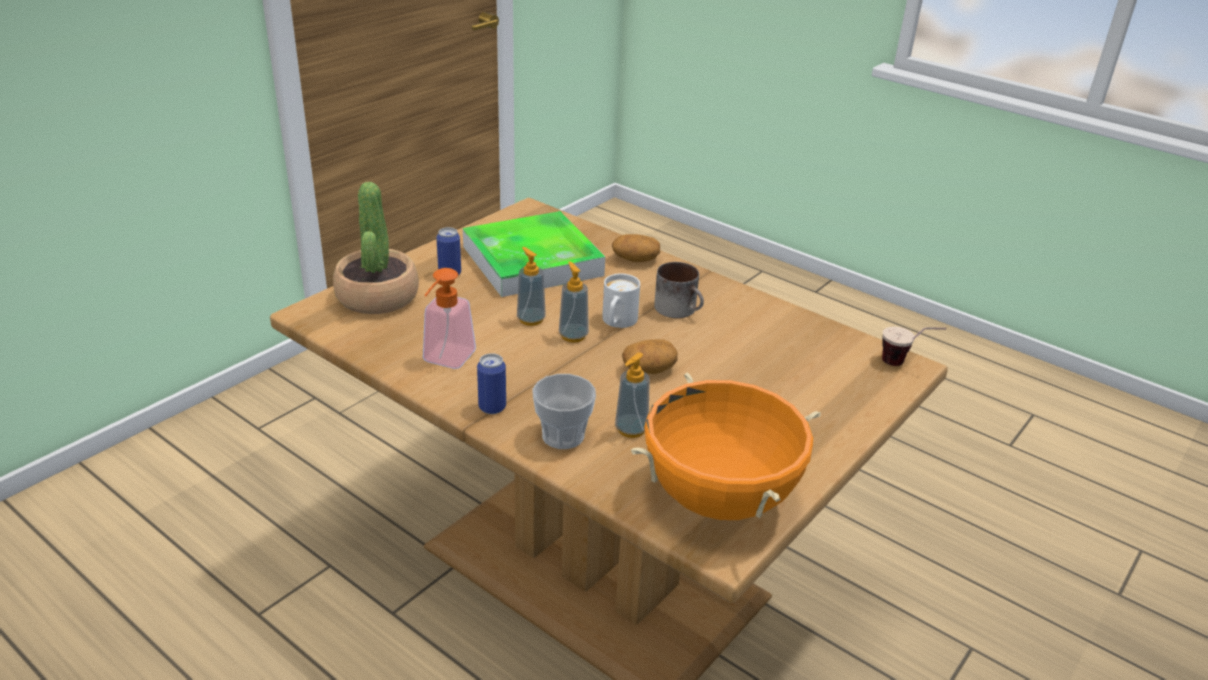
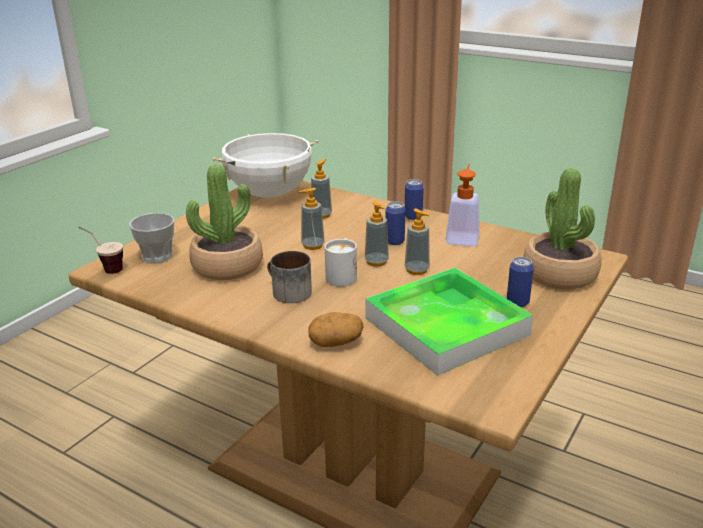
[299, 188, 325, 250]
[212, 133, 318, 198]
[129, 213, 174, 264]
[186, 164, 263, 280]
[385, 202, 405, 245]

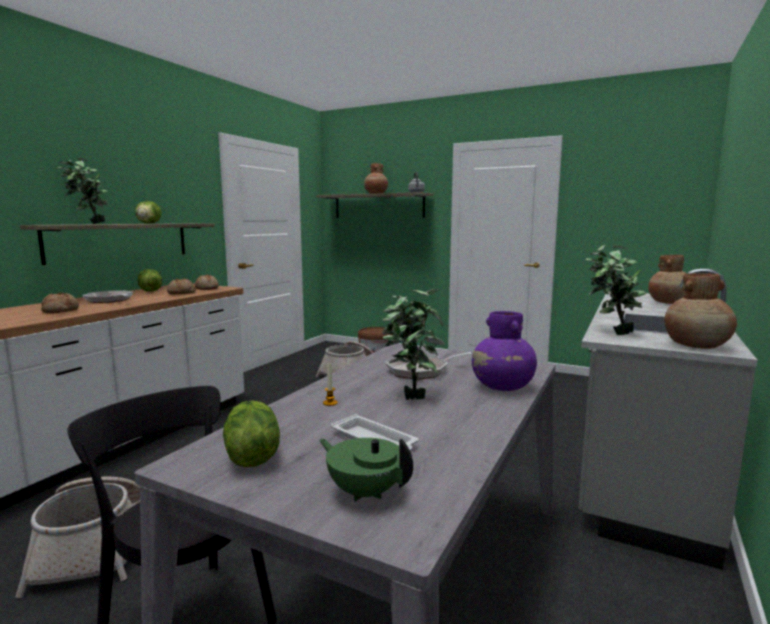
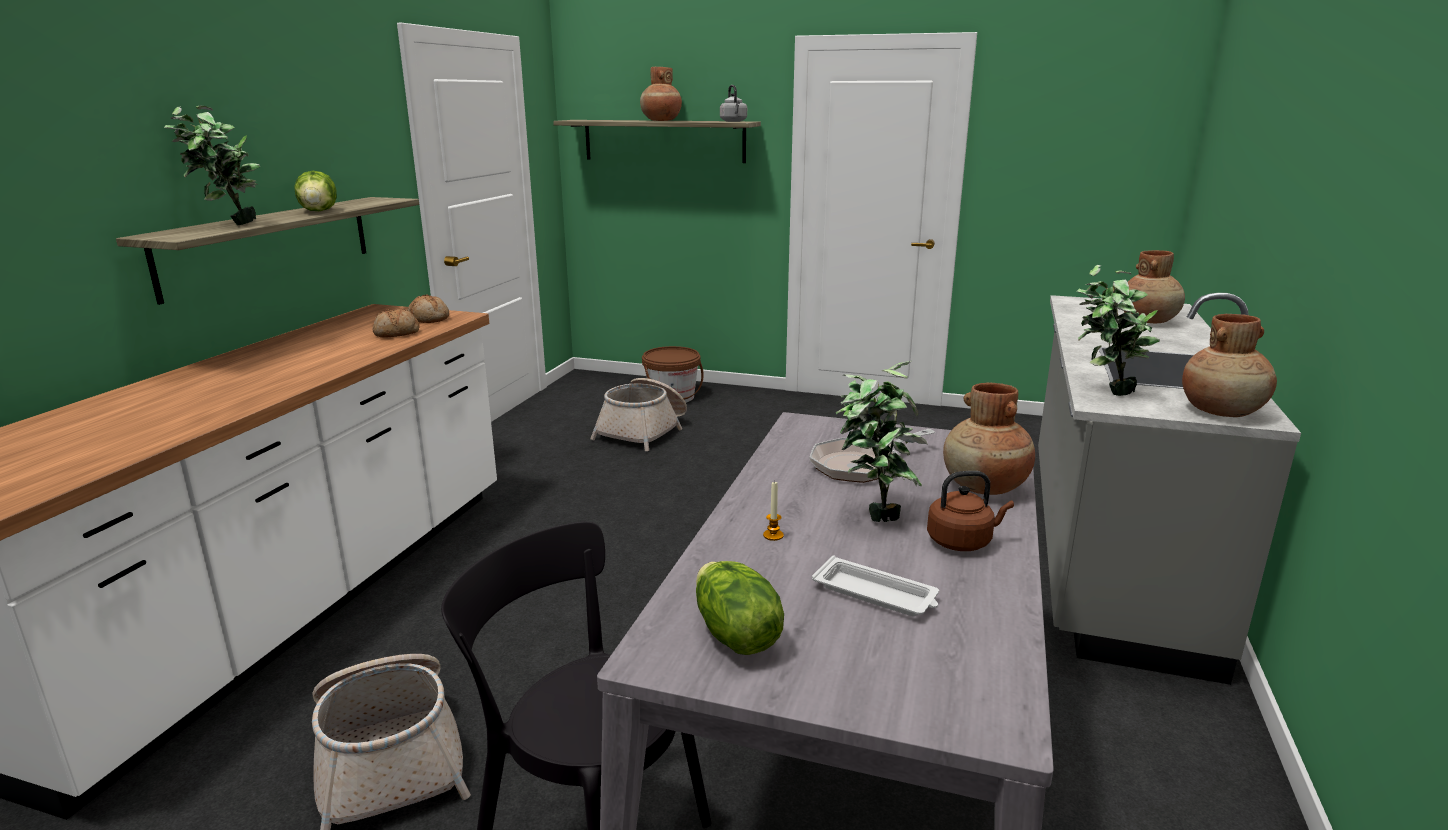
[138, 269, 162, 292] (first image)
[83, 290, 133, 303] (first image)
[41, 293, 79, 313] (first image)
[943, 383, 1035, 495]
[319, 438, 413, 502] (first image)
[927, 471, 1014, 551]

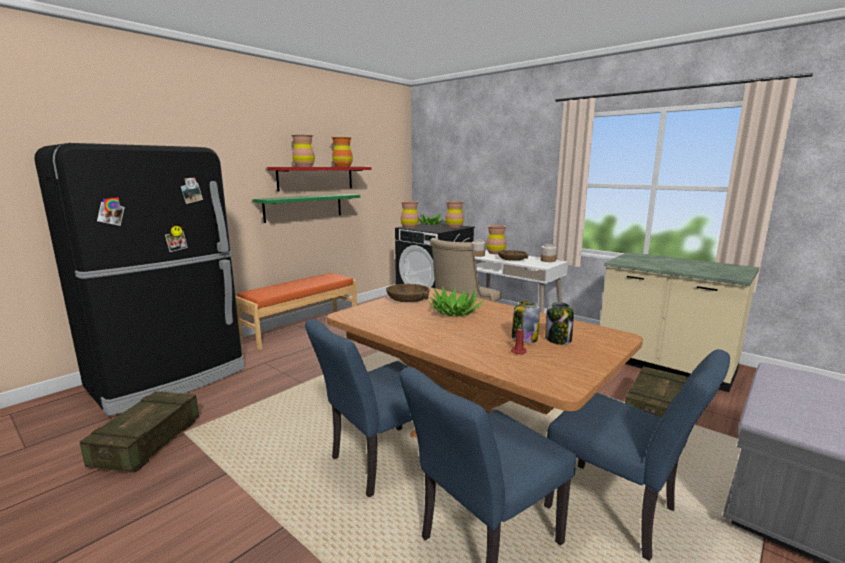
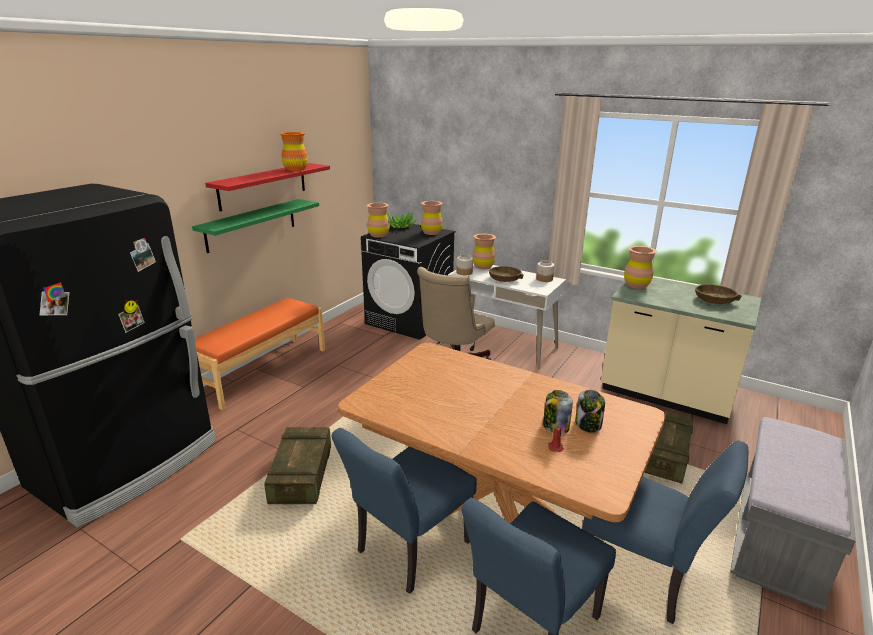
[624, 246, 657, 289]
[695, 284, 741, 304]
[428, 286, 484, 317] (first image)
[264, 427, 331, 504]

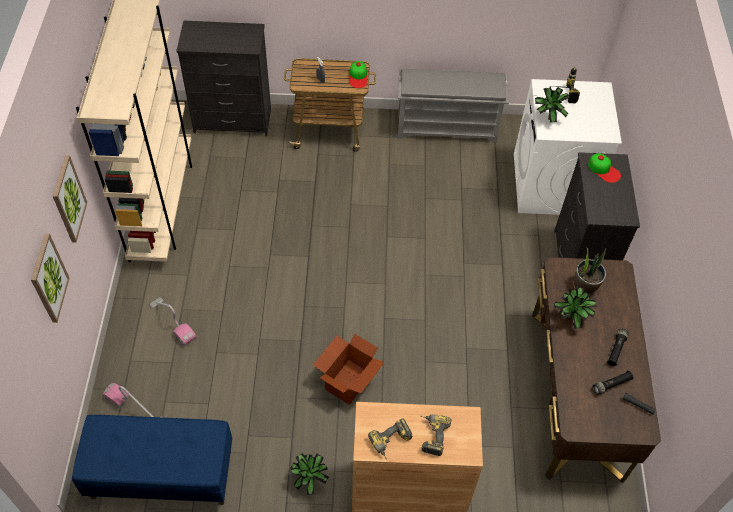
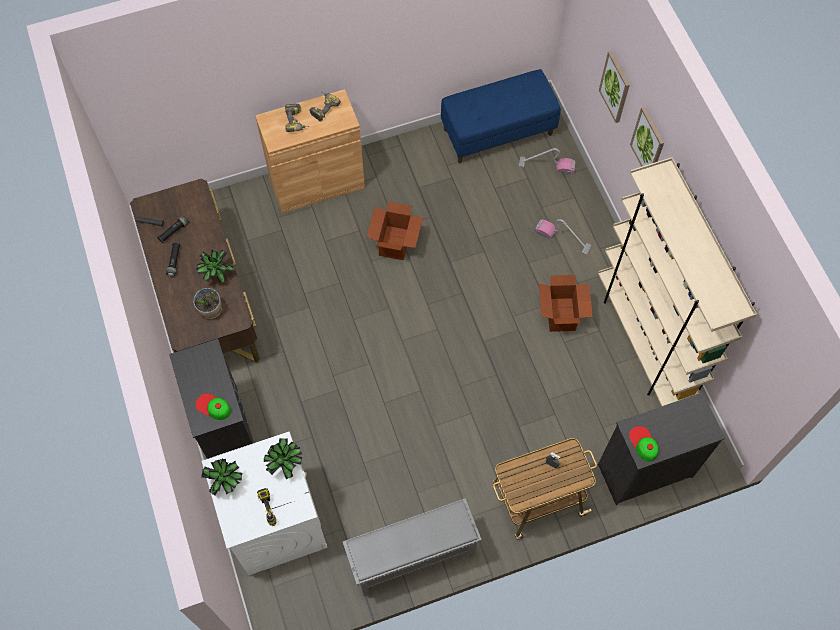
[629, 426, 659, 462]
[201, 459, 242, 495]
[539, 275, 593, 332]

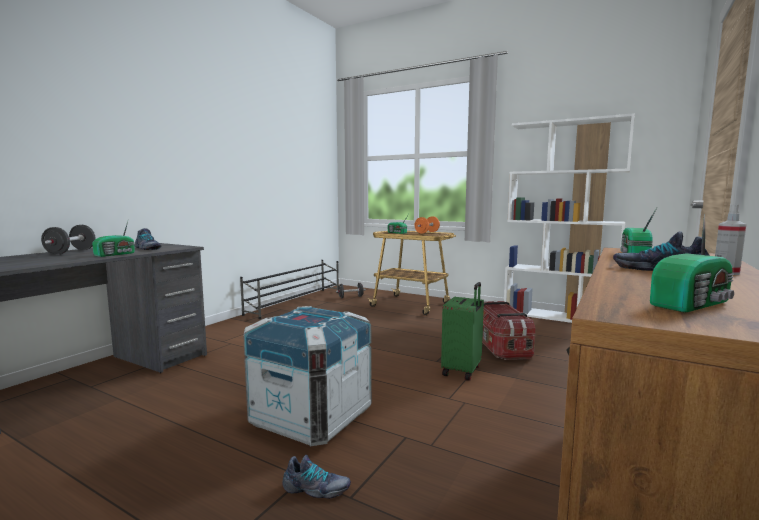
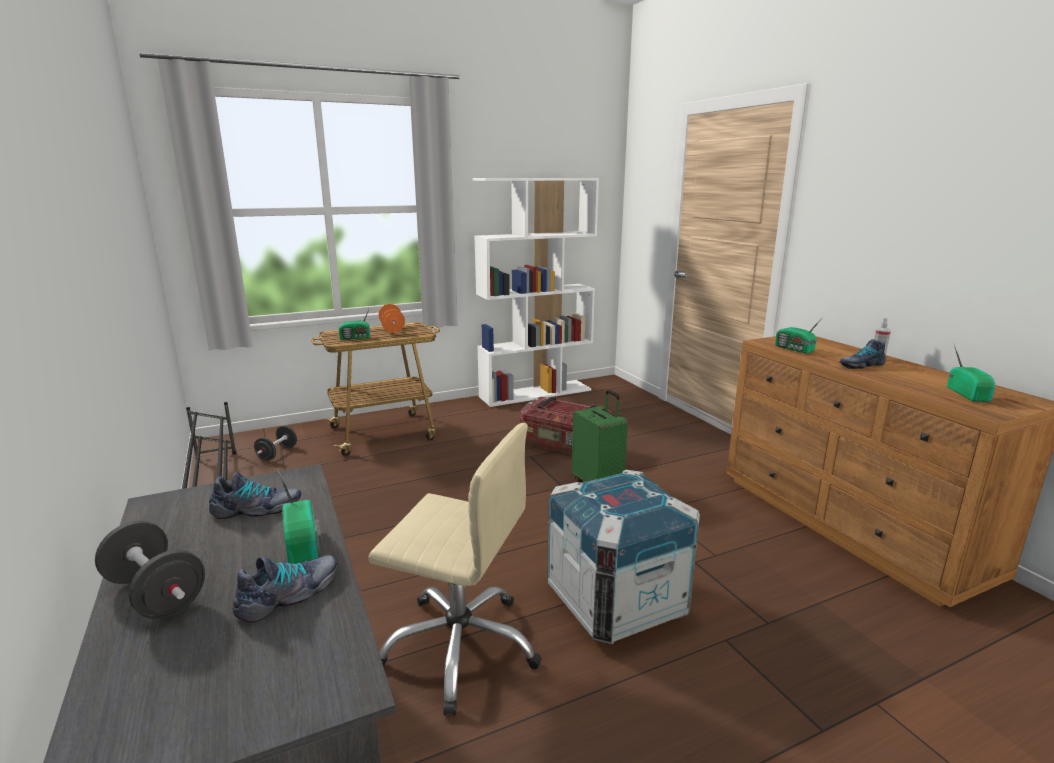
[232, 555, 338, 623]
[368, 423, 542, 716]

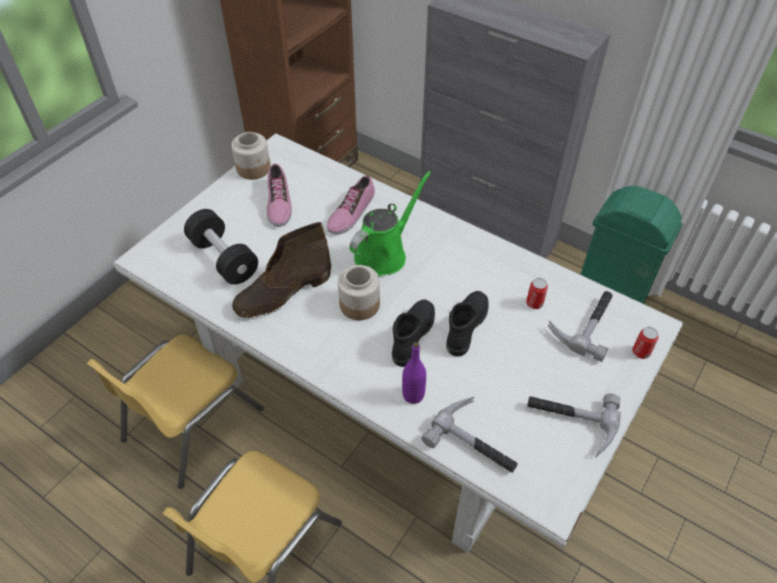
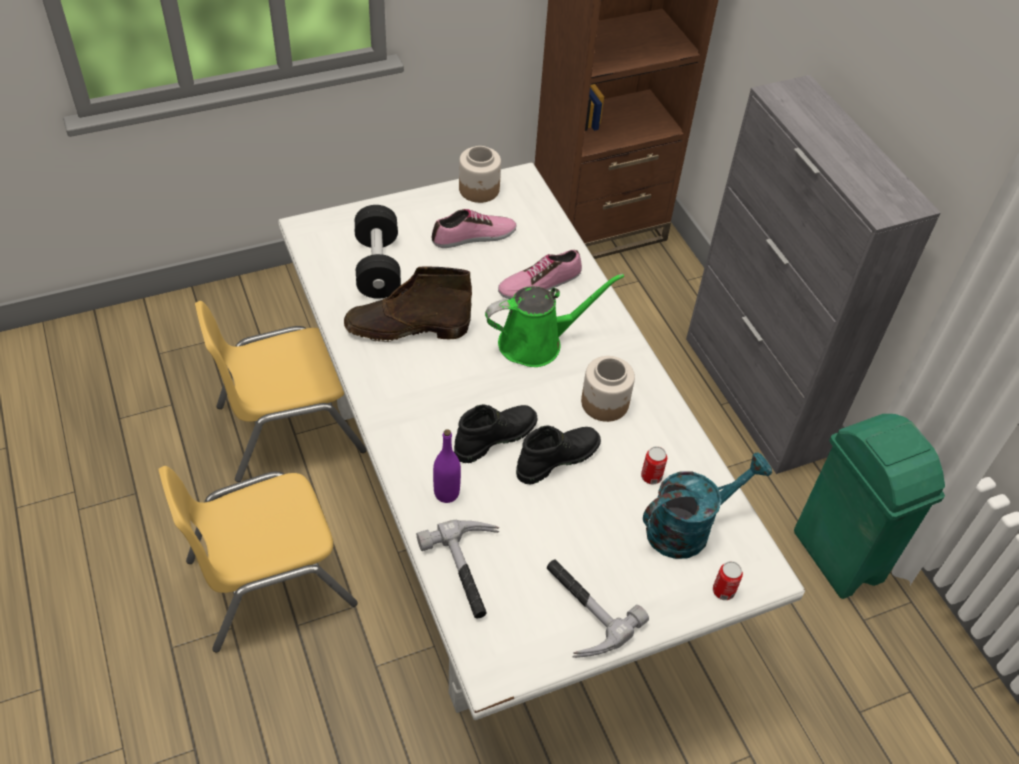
[432, 209, 516, 248]
[581, 356, 635, 422]
[643, 452, 772, 559]

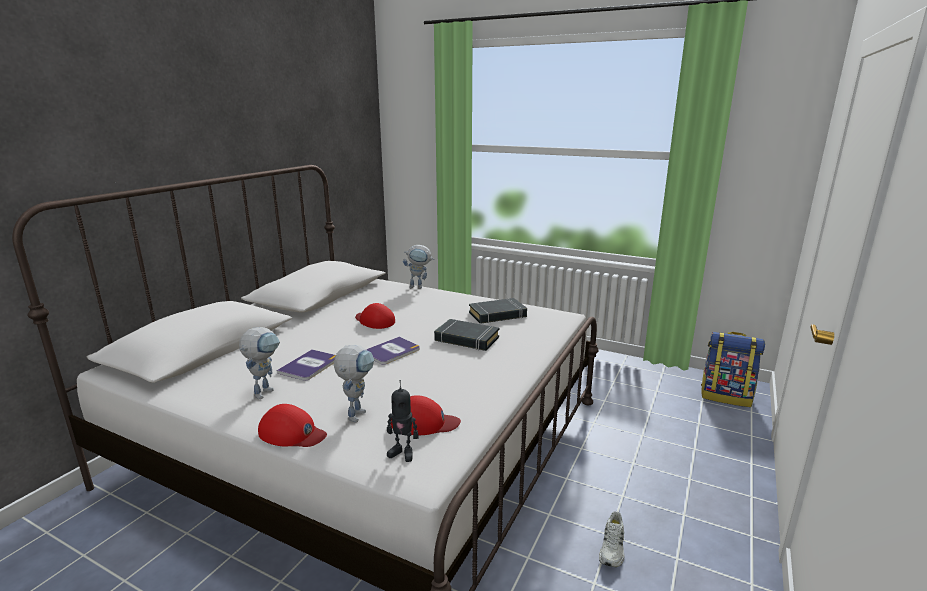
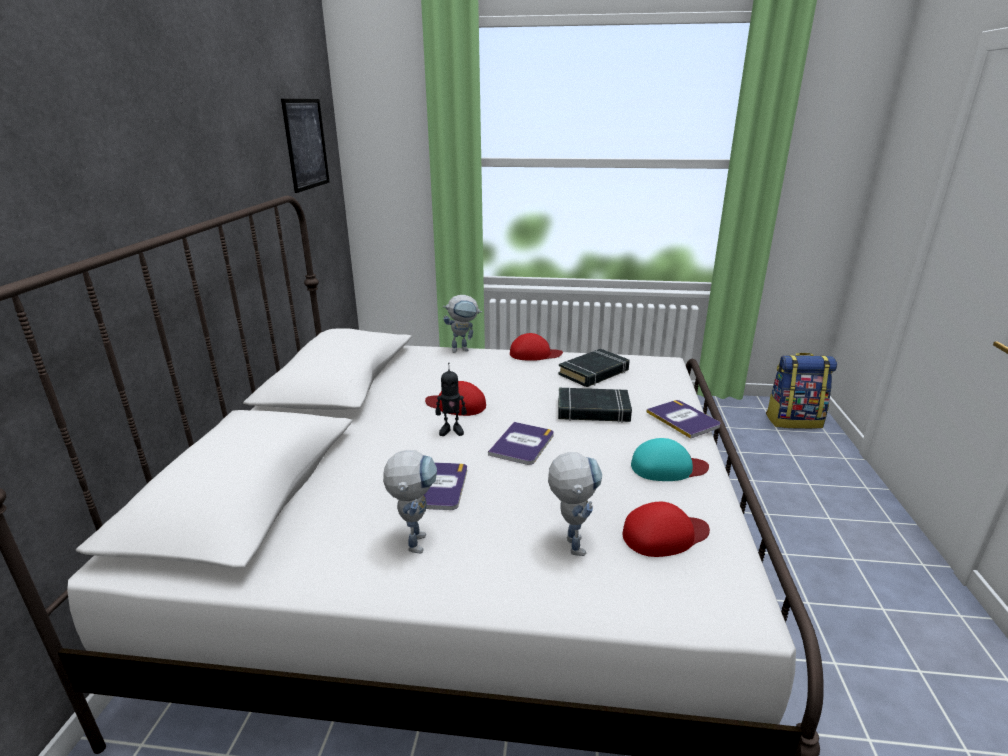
[435, 363, 467, 436]
[510, 333, 563, 361]
[599, 511, 625, 567] (first image)
[281, 99, 330, 193]
[646, 400, 721, 439]
[631, 438, 709, 481]

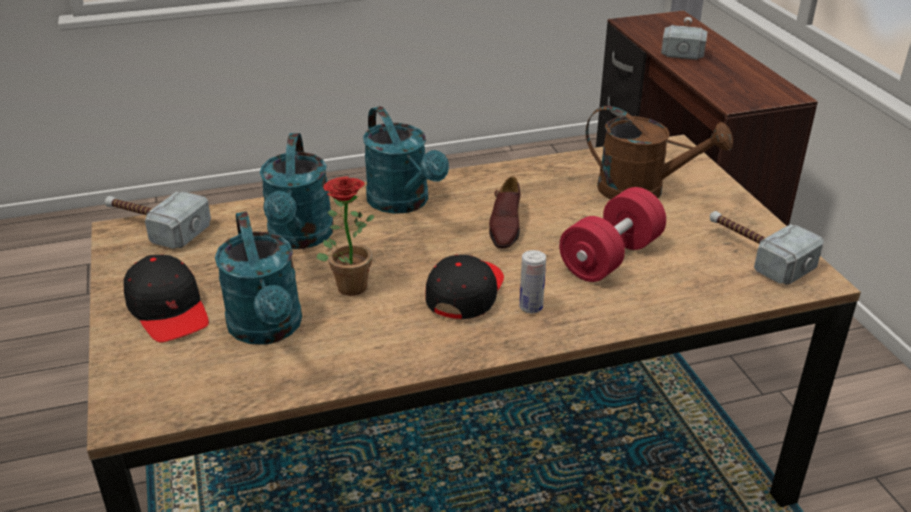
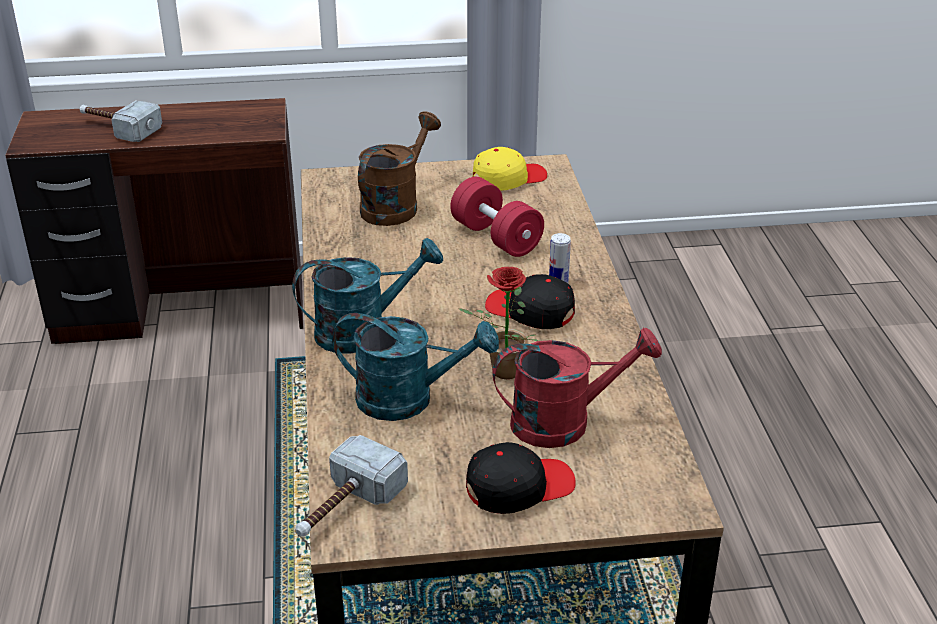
[489, 176, 520, 248] (first image)
[492, 328, 662, 448]
[473, 147, 547, 191]

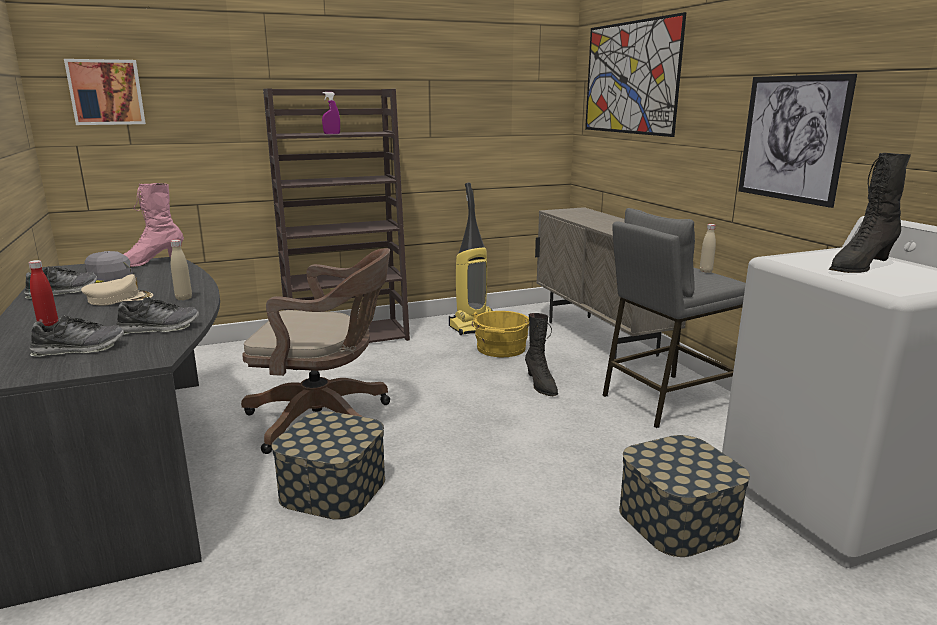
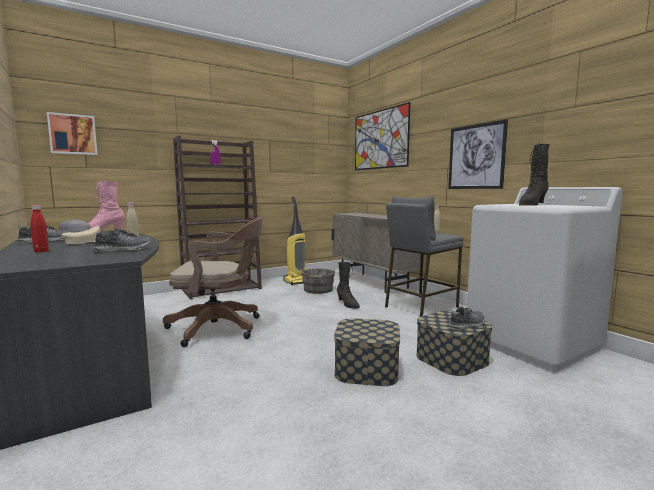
[301, 269, 335, 294]
[448, 307, 485, 330]
[334, 318, 400, 386]

